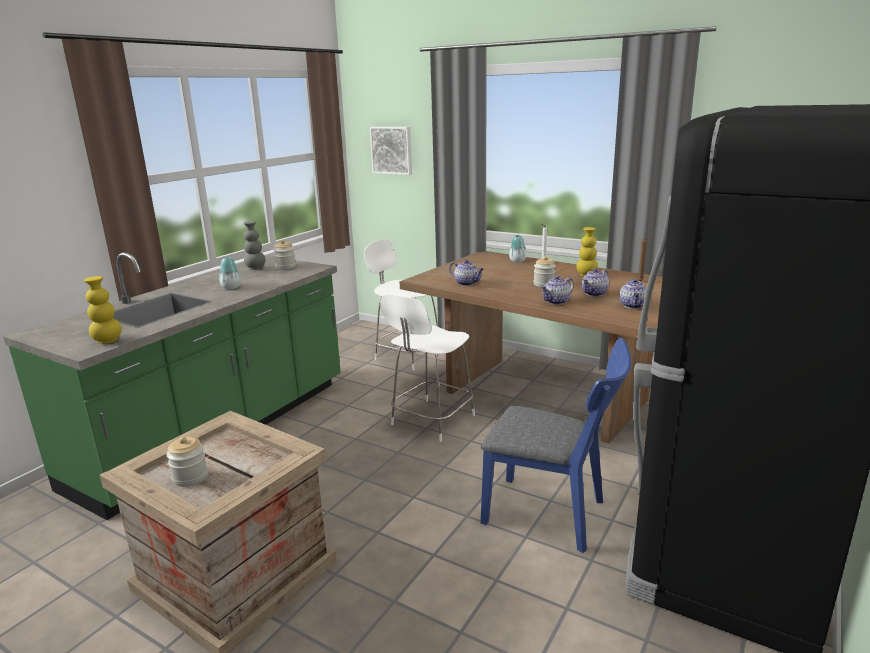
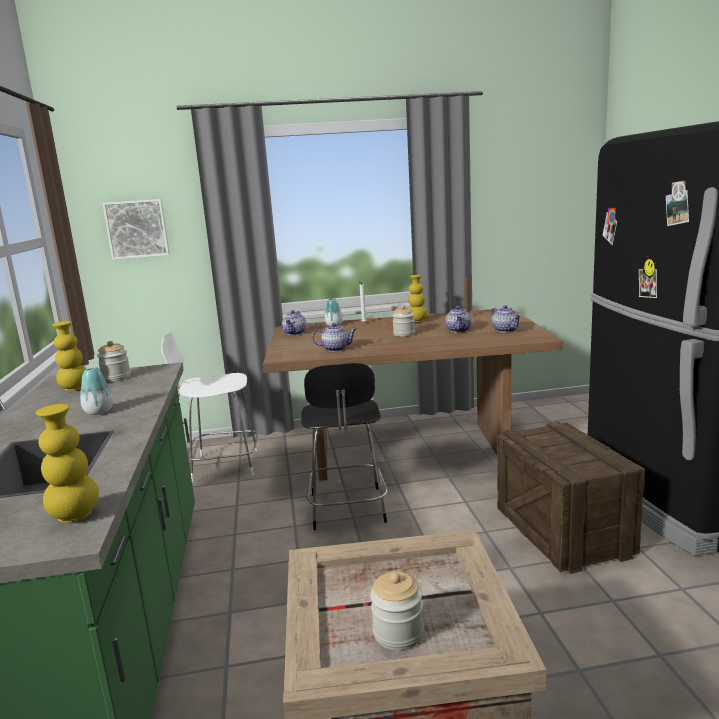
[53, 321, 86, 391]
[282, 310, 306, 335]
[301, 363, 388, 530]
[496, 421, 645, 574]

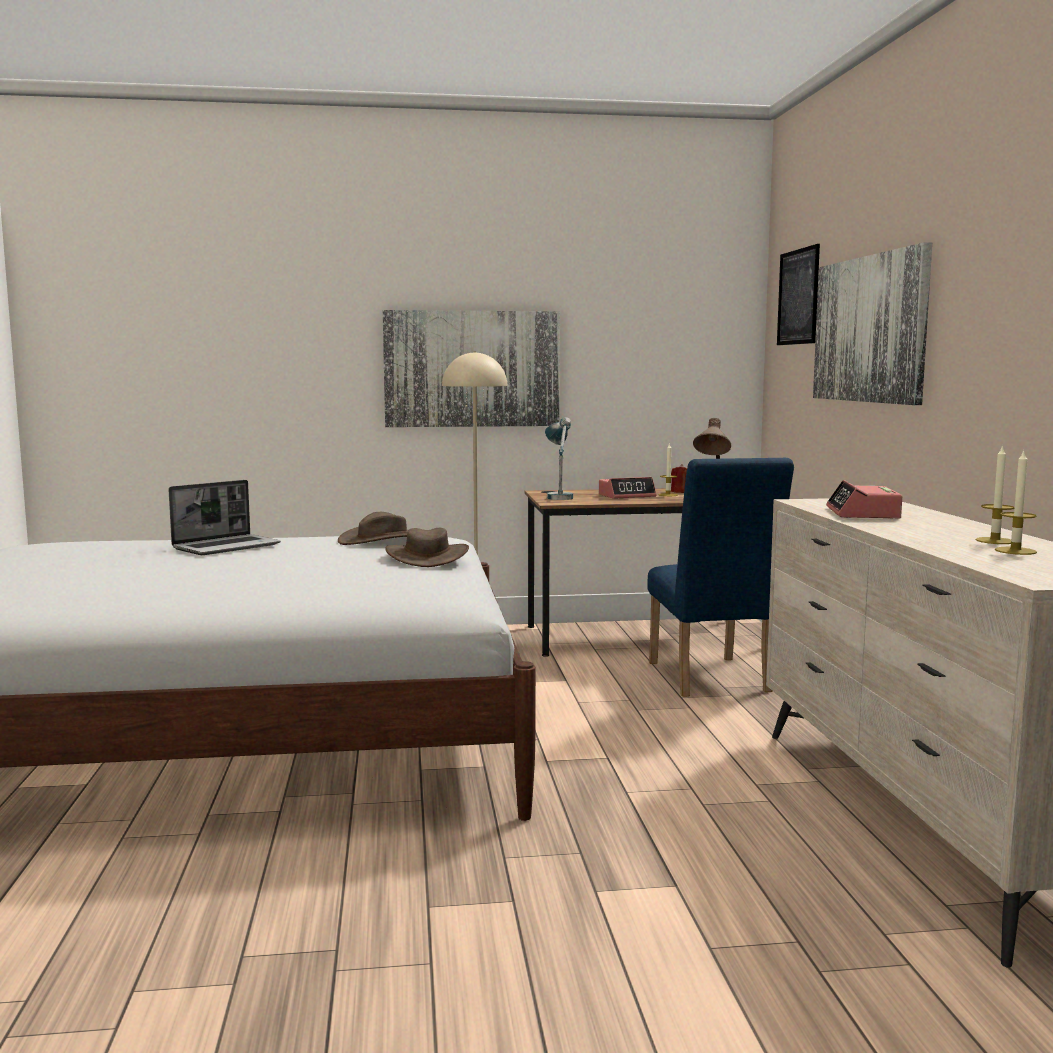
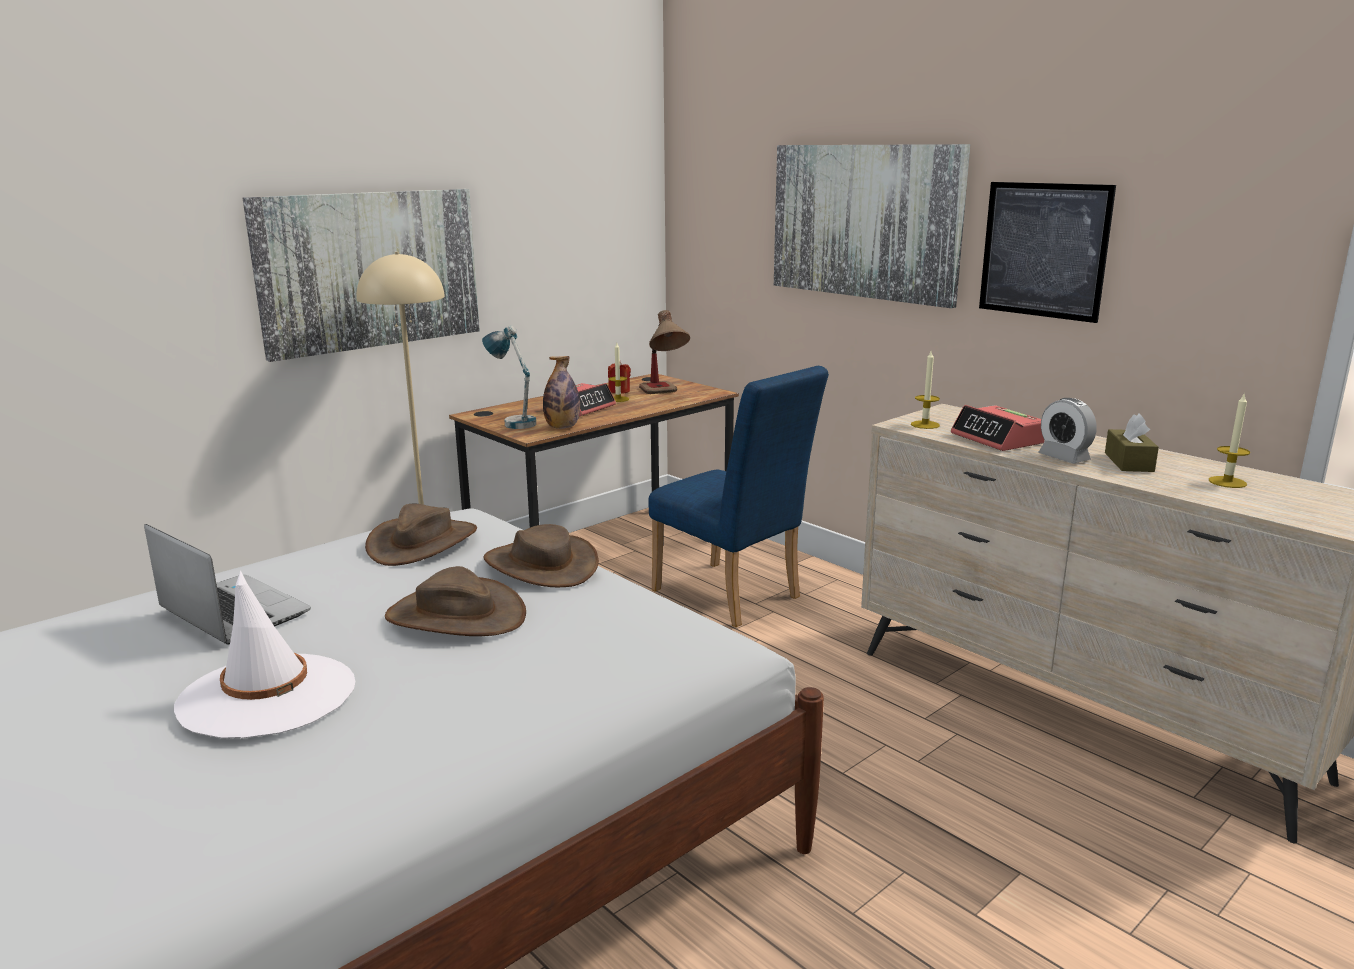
[979, 182, 1116, 323]
[911, 351, 940, 429]
[144, 524, 311, 645]
[543, 356, 580, 429]
[1038, 398, 1097, 463]
[1105, 414, 1159, 472]
[385, 566, 526, 636]
[174, 570, 356, 739]

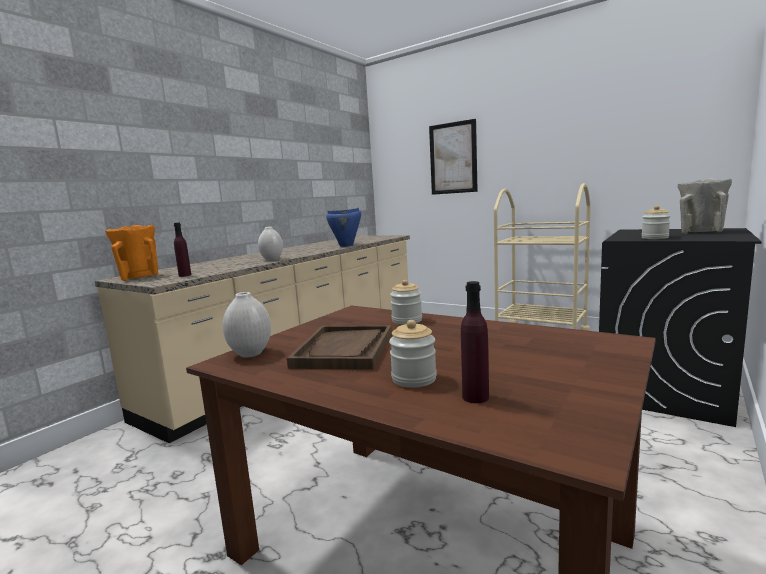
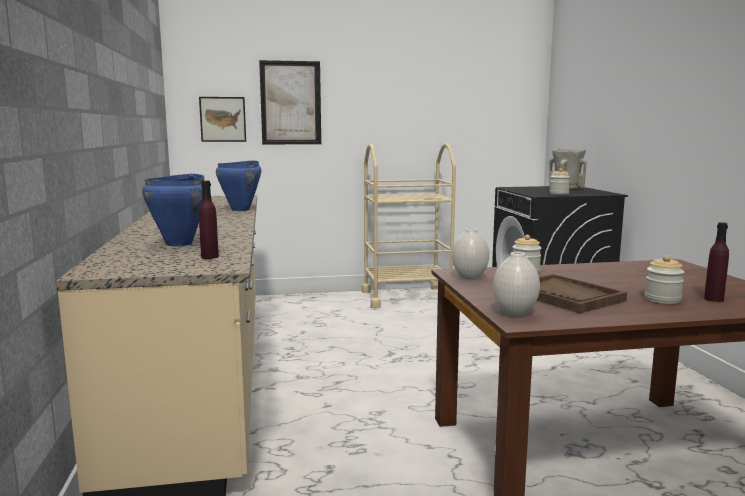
[105, 225, 158, 281] (first image)
[452, 228, 489, 280]
[199, 97, 246, 142]
[142, 174, 204, 246]

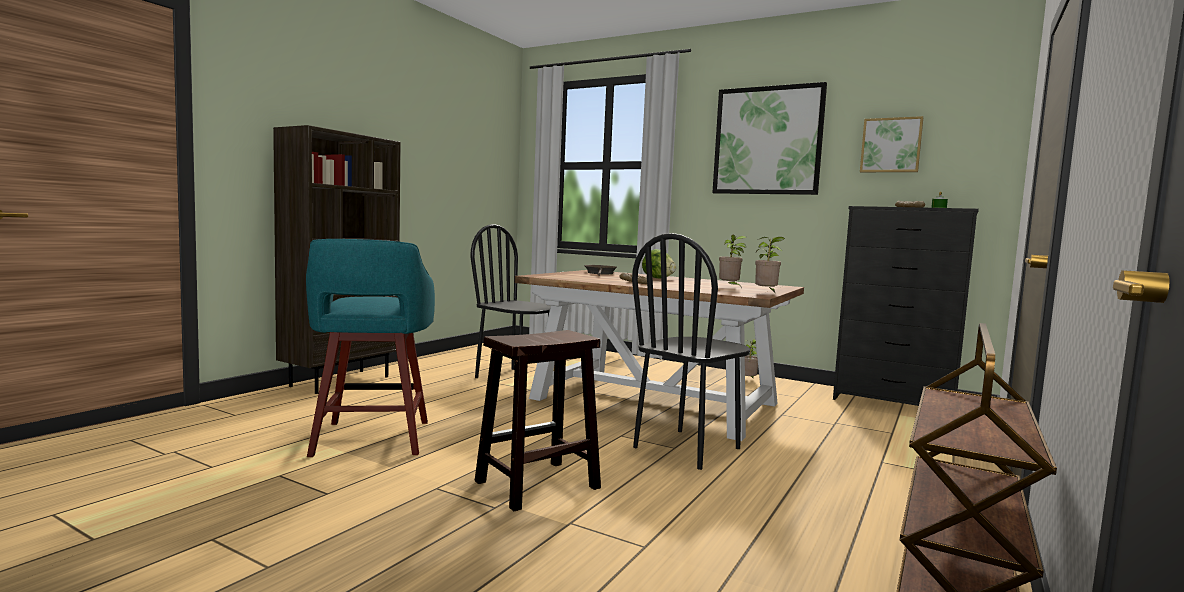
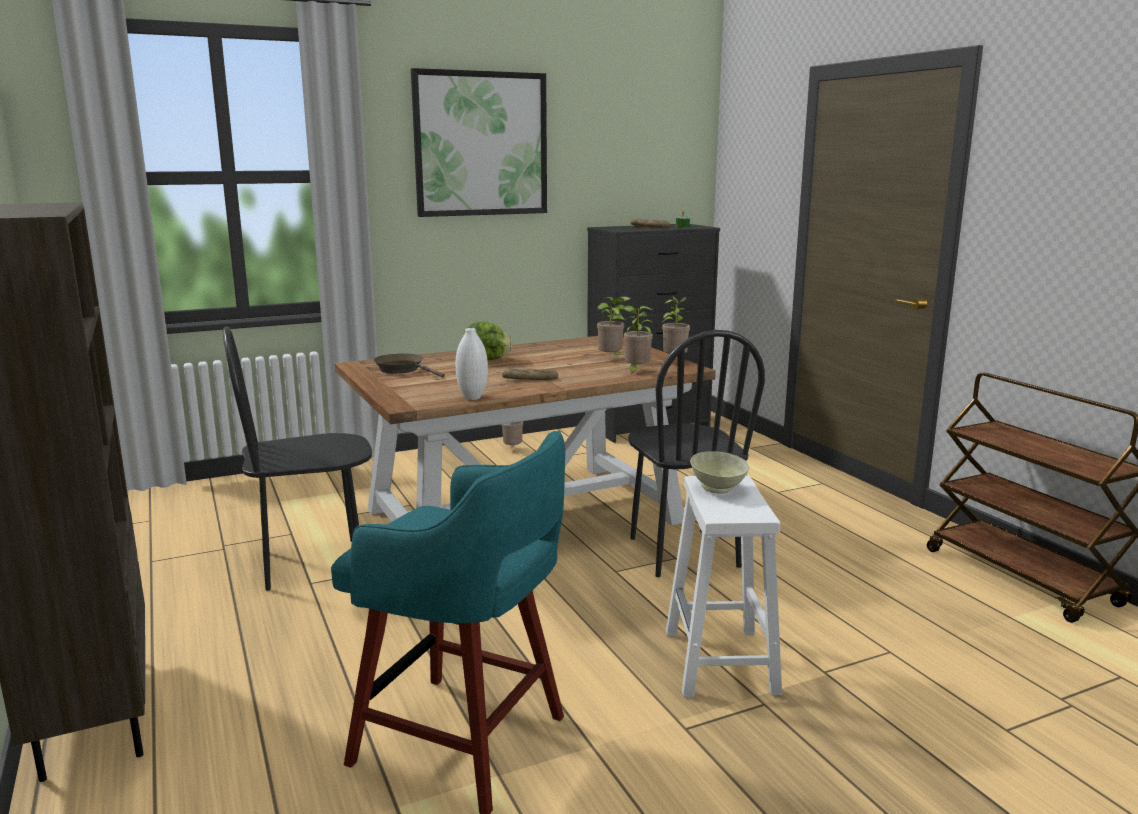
[860, 116, 923, 172] (first image)
[666, 475, 782, 697]
[623, 306, 653, 375]
[456, 328, 488, 400]
[690, 451, 749, 493]

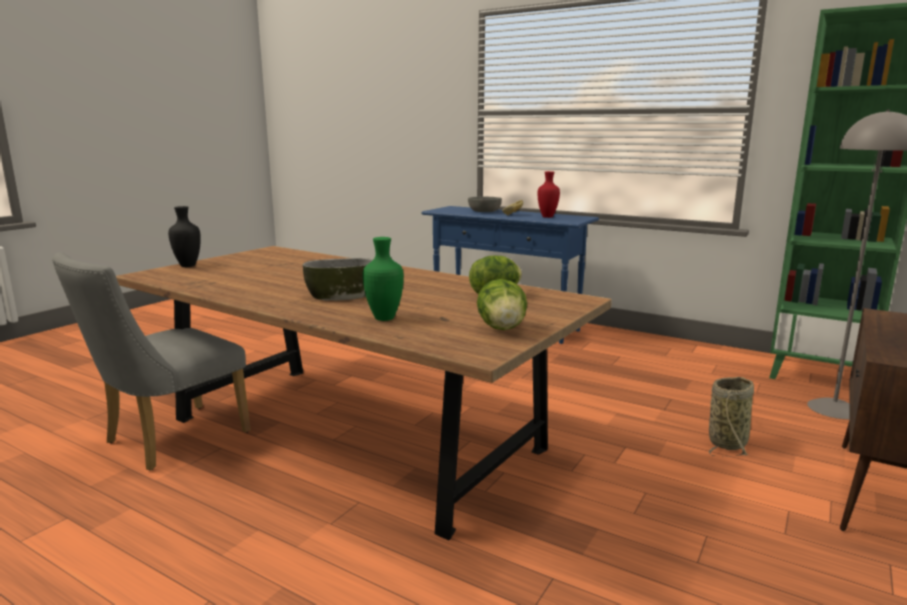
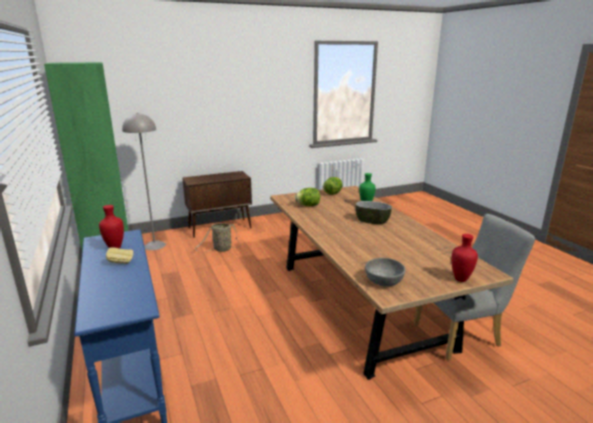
[365, 258, 405, 286]
[452, 234, 478, 282]

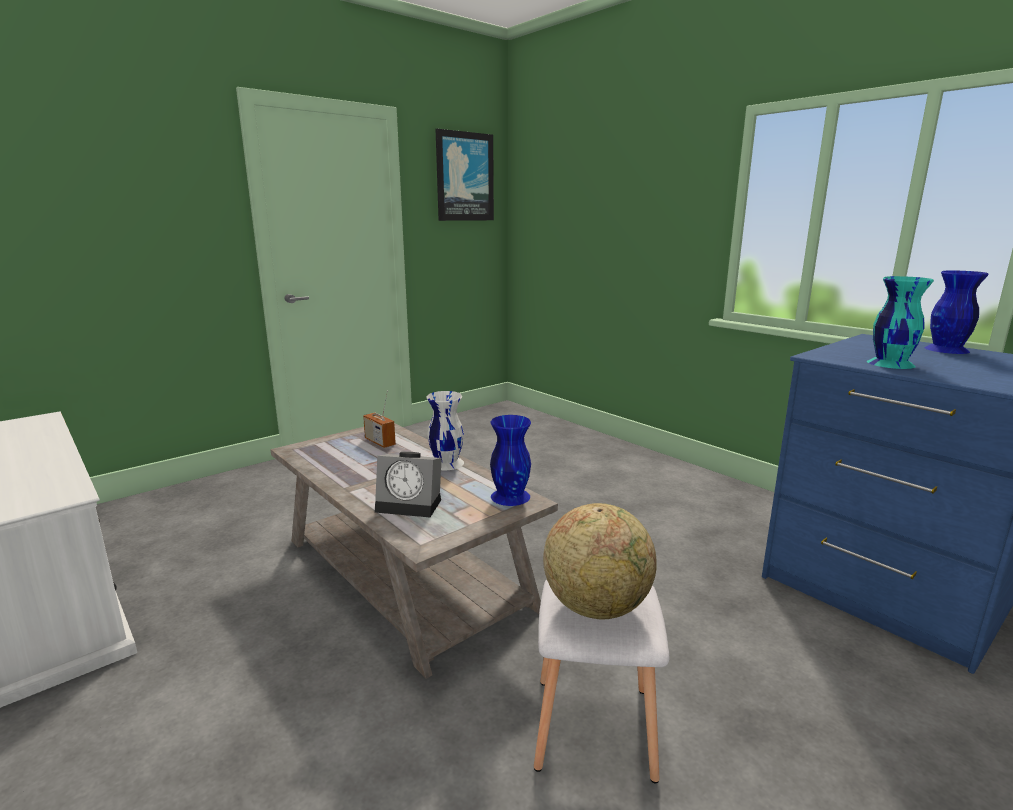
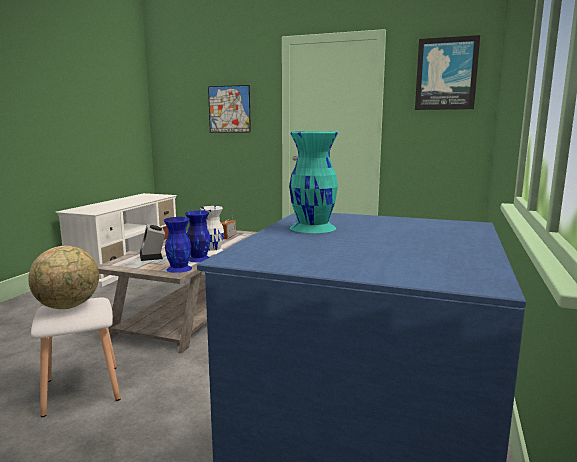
[185, 211, 210, 262]
[208, 85, 251, 132]

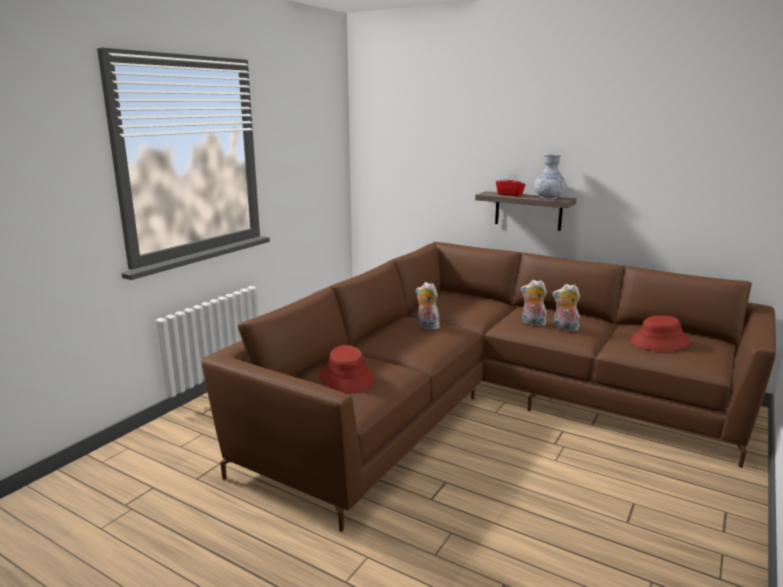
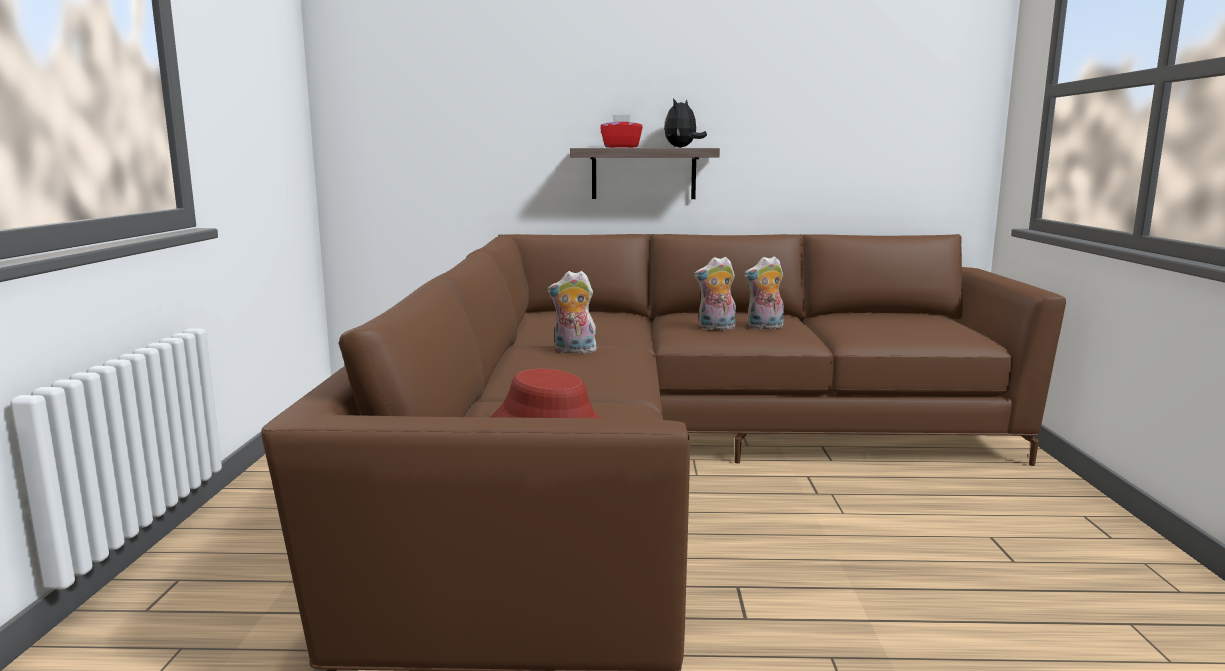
[664, 98, 707, 148]
[630, 315, 691, 351] (first image)

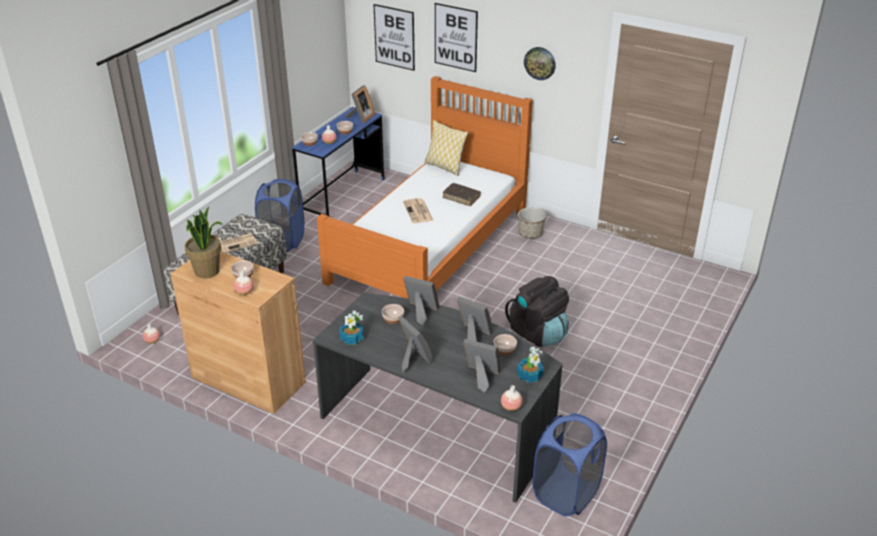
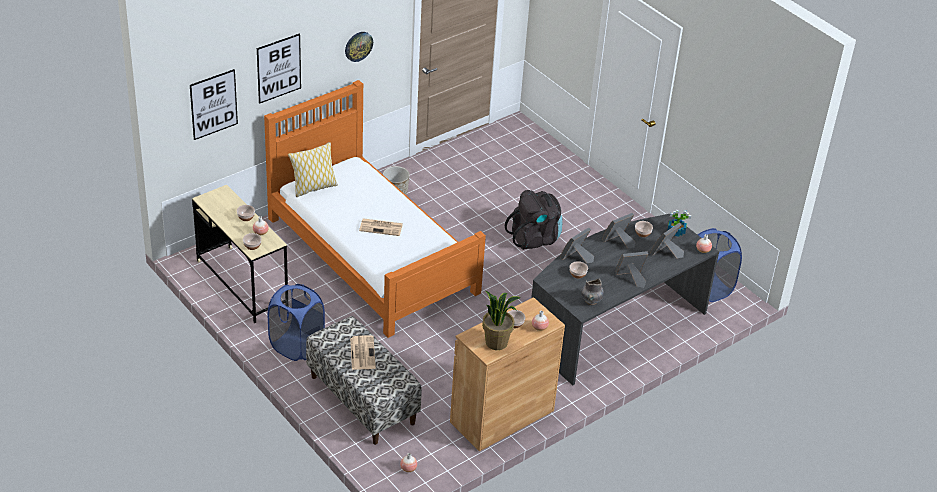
[346, 85, 375, 123] (first image)
[192, 185, 288, 323]
[443, 183, 481, 206] (first image)
[581, 278, 604, 305]

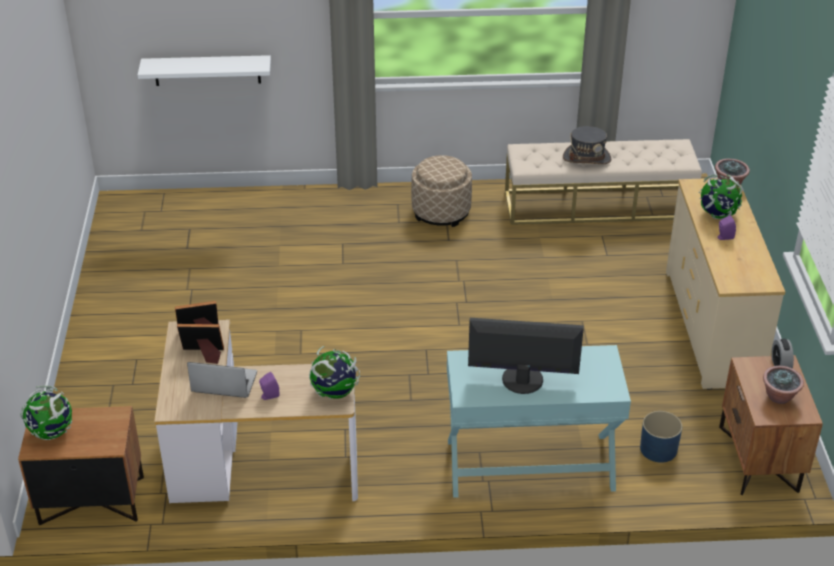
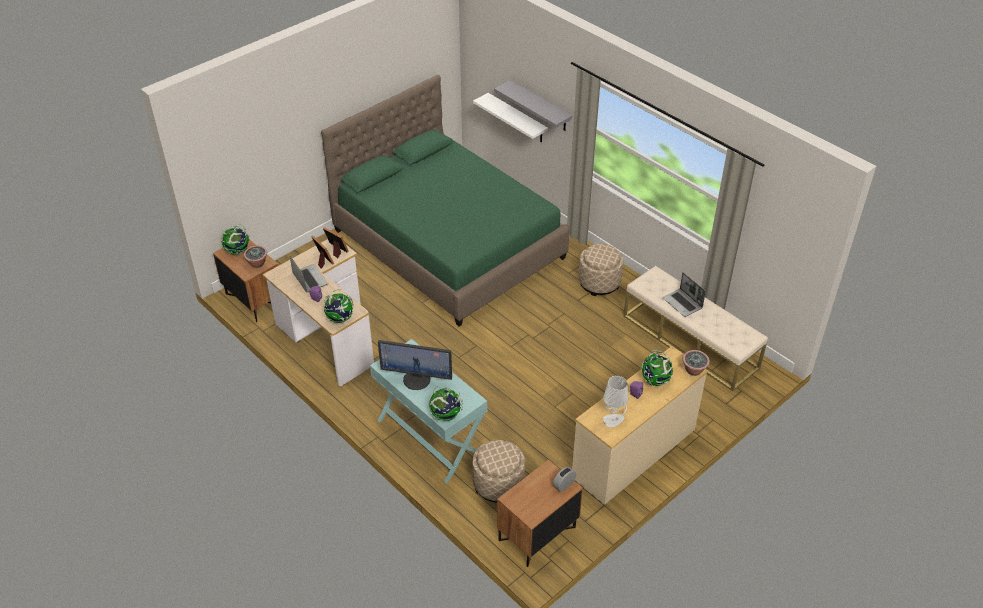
[663, 273, 706, 317]
[378, 340, 452, 390]
[244, 245, 267, 268]
[472, 440, 525, 503]
[321, 75, 570, 326]
[494, 80, 572, 131]
[603, 376, 628, 428]
[428, 386, 463, 421]

